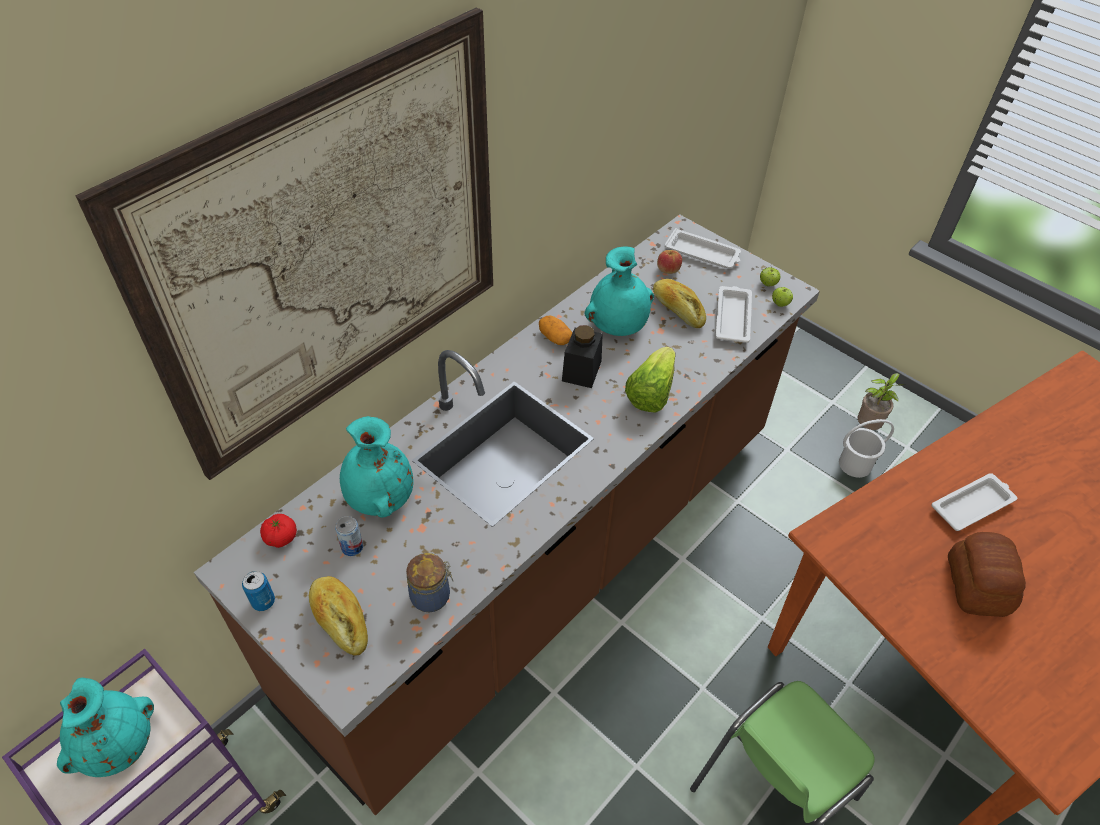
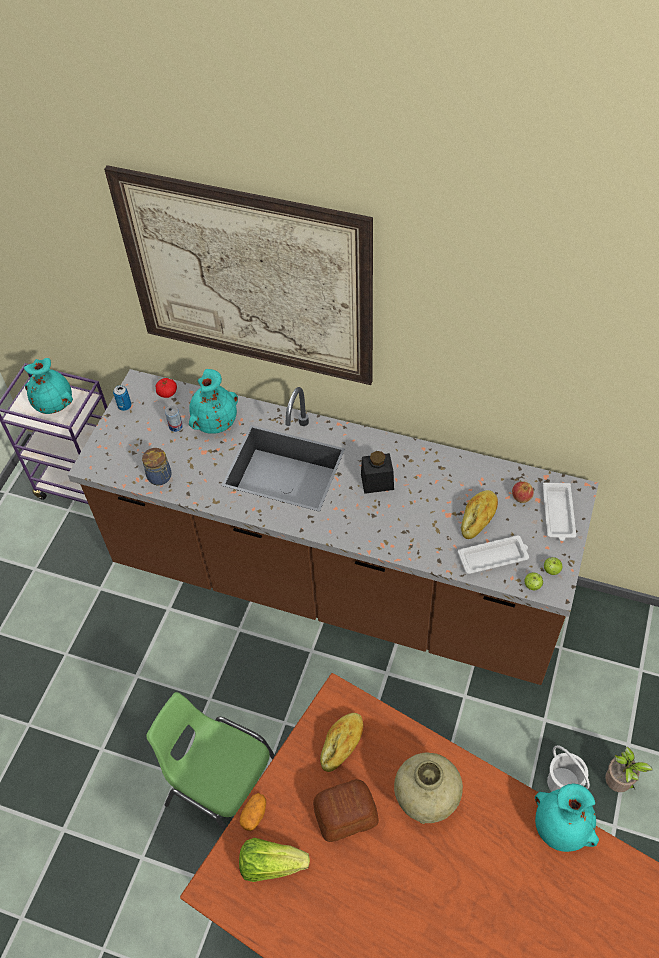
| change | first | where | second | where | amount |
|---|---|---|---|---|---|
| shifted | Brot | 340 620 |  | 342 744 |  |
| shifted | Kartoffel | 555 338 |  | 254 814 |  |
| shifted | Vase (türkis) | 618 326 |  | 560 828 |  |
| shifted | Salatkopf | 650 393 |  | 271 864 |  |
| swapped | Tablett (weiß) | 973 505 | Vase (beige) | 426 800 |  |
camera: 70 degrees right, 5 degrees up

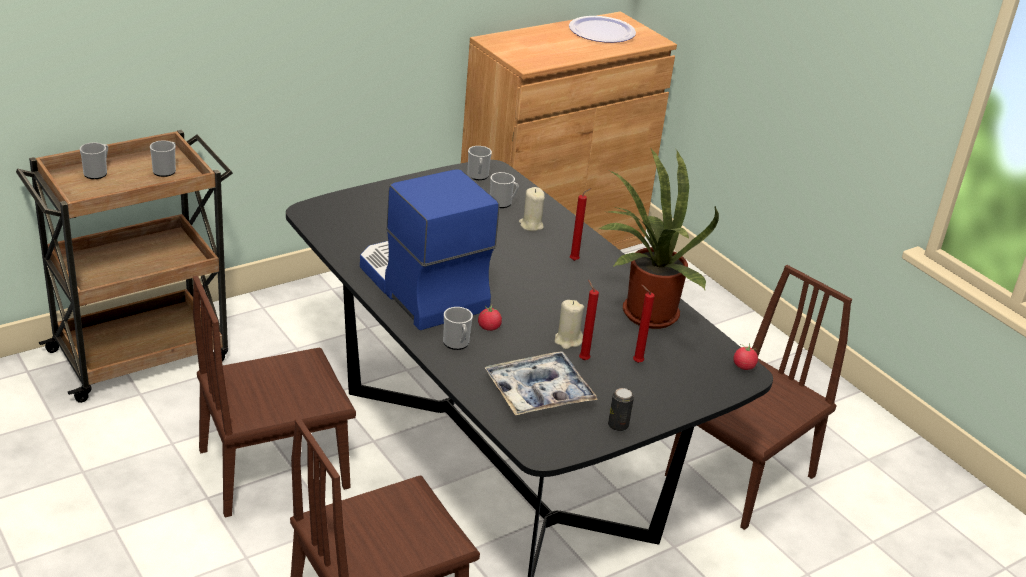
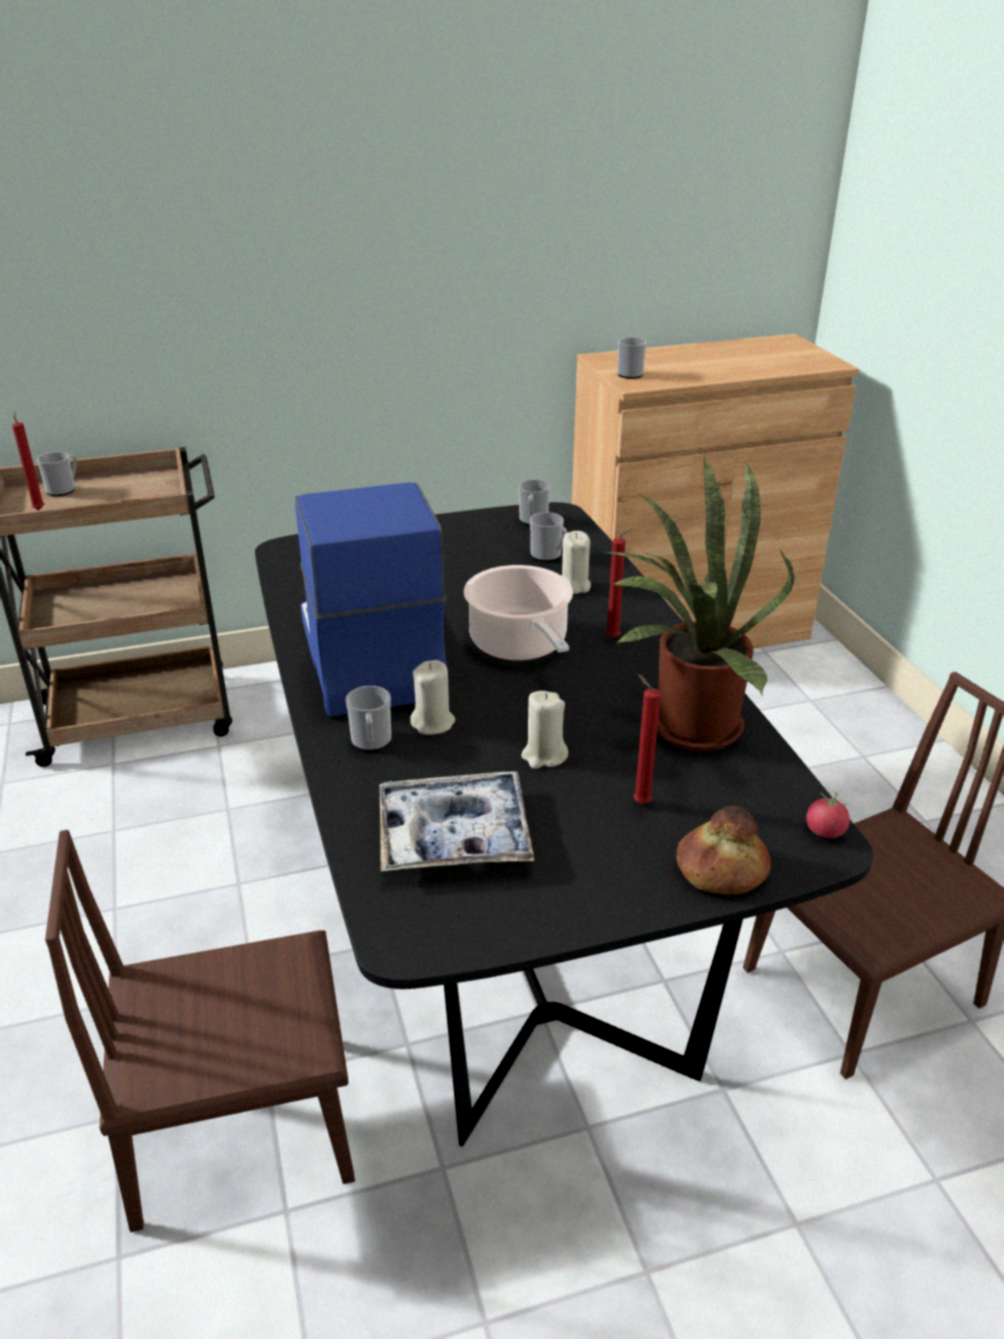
| change | first | where | second | where | amount |
|---|---|---|---|---|---|
| shifted | Henkelbecher | 166 170 |  | 632 373 |  |
| gone | Stuhl (braun) | 274 468 |  |  |  |
| swapped | Tomate | 489 327 | Kerze (beige) | 433 723 |  |
| gone | Teller | 602 31 |  |  |  |
| shifted | Kerze (rot) | 582 359 |  | 39 509 |  |
| gone | Dose | 618 425 |  |  |  |
| new |  |  | Kochtopf | 520 644 |  |
| new |  |  | Brot | 721 870 |  |
camera: 20 degrees right, 0 degrees up

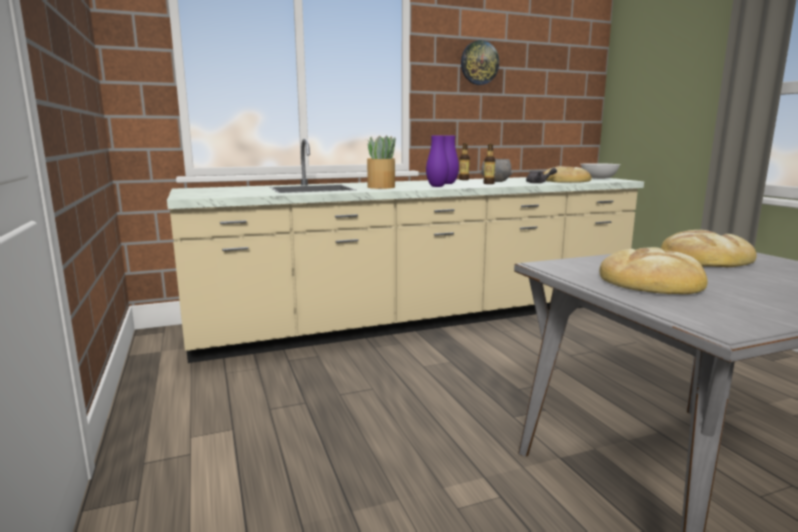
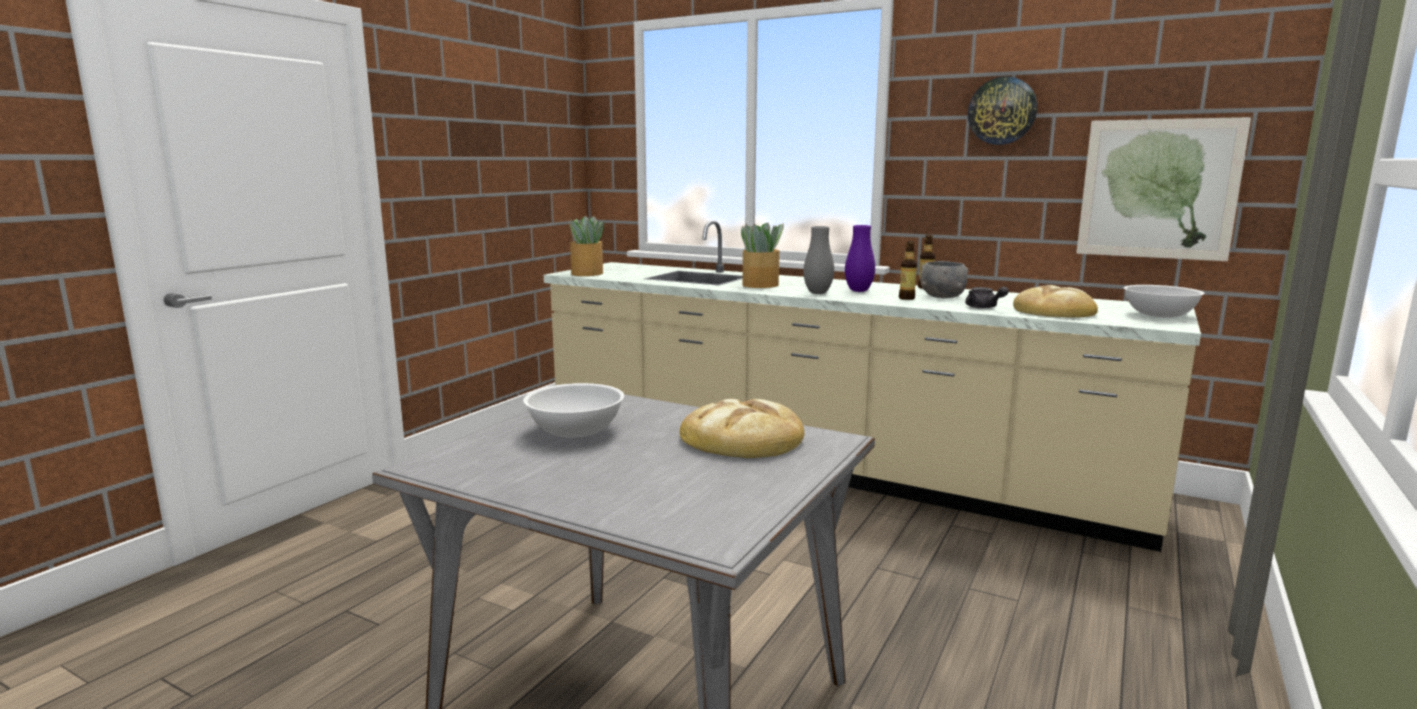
| change | first | where | second | where | amount |
|---|---|---|---|---|---|
| repainted | Vase (lila) | 437 186 | Vase (grau) | 818 293 |  |
| swapped | Brot | 652 281 | Schüssel (weiß) | 575 431 |  |
| new |  |  | Topfpflanze | 586 273 |  |
| new |  |  | Bild | 1158 189 |  |
camera: 50 degrees right, 0 degrees up

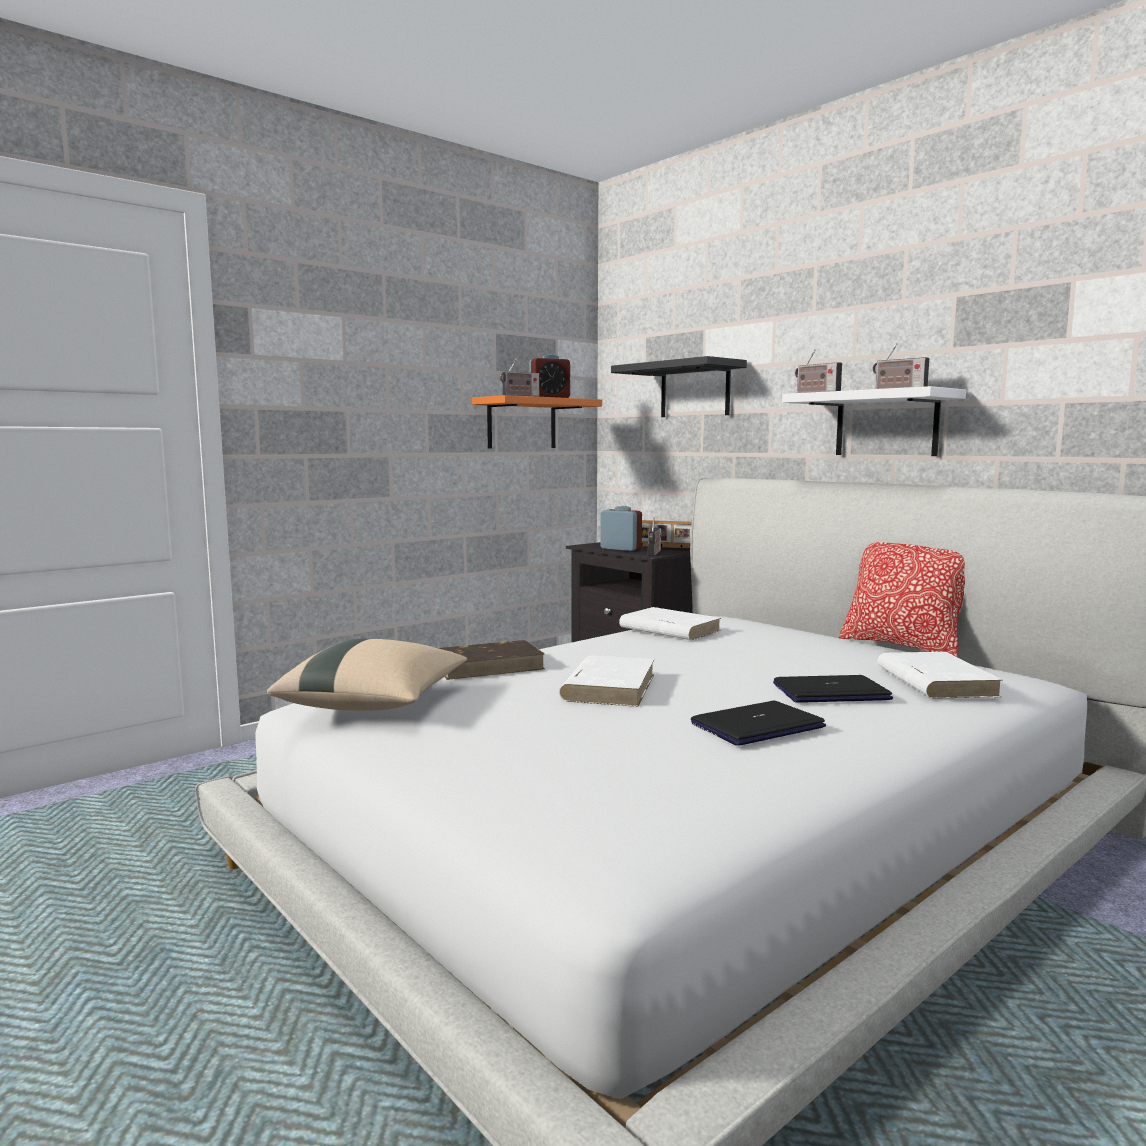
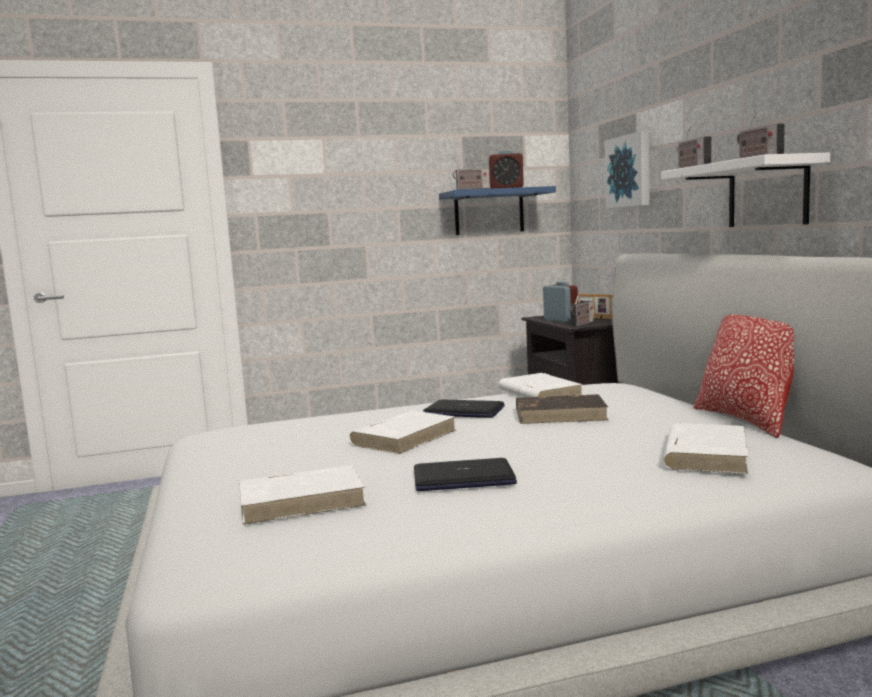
| change | first | where | second | where | amount |
|---|---|---|---|---|---|
| gone | Kissen (beige) | 375 704 |  |  |  |
| shifted | Buch (braun) | 488 665 |  | 561 414 |  |
| repainted | Wandregal (orange) | 521 423 | Wandregal (blau) | 489 212 |  |
| swapped | Wandregal (schwarz) | 695 390 | Bild | 630 171 |  |
| shifted | Laptop | 831 692 |  | 464 411 |  |
| new |  |  | Buch (weiß) | 302 500 |  |
camera: 25 degrees right, 0 degrees up

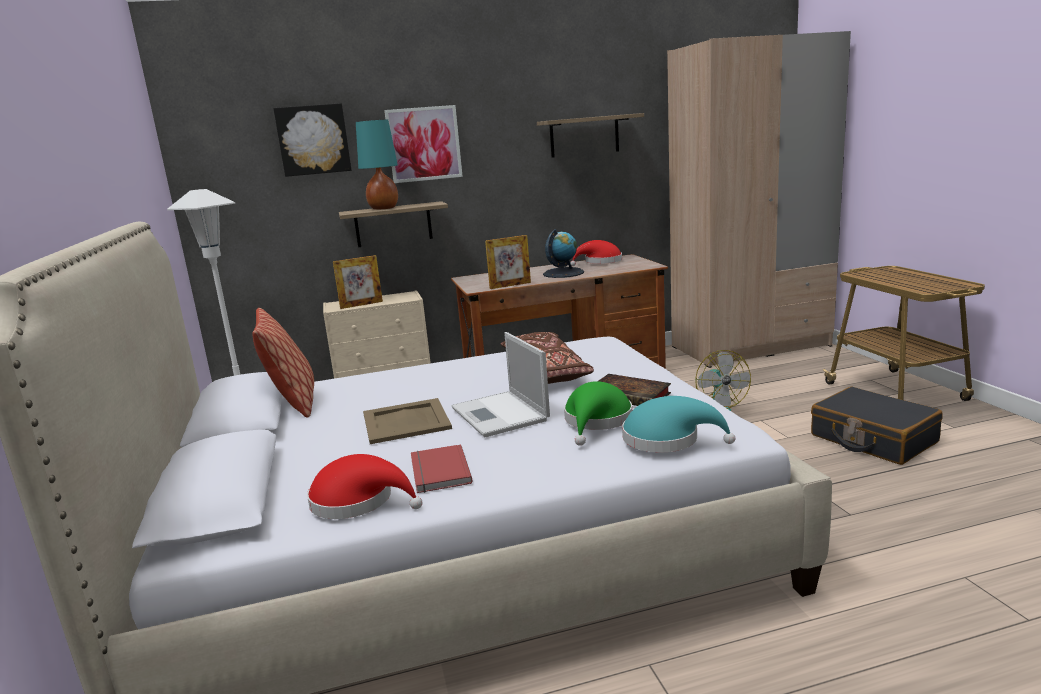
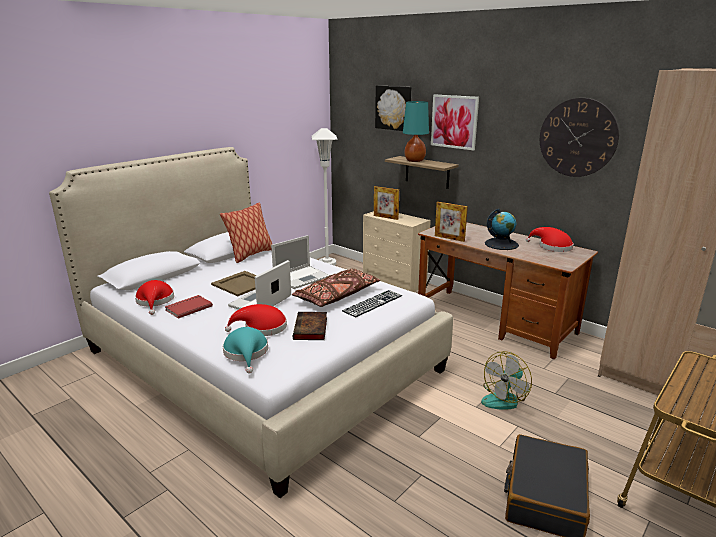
| change | first | where | second | where | amount |
|---|---|---|---|---|---|
| swapped | Wandregal | 584 136 | Wanduhr | 577 138 |  |
| repainted | Hut (grün) | 597 421 | Hut (rot) | 262 328 |  |
| new |  |  | Laptop | 302 277 |  |
| new |  |  | Tastatur | 372 303 |  |
camera: 55 degrees right, 5 degrees up

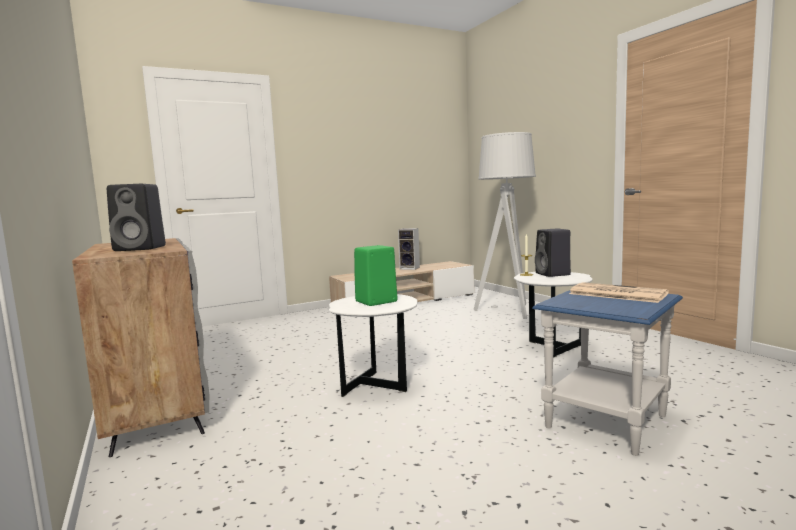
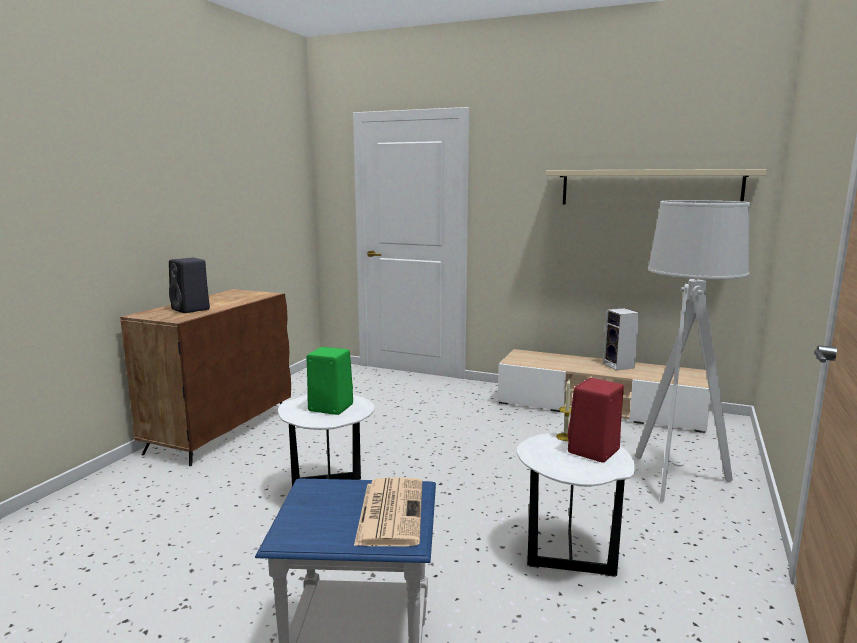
| change | first | where | second | where | amount |
|---|---|---|---|---|---|
| repainted | Schrank (grau) | 156 405 | Schrank (braun) | 221 430 |  |
| repainted | Lautsprecher (schwarz) | 553 274 | Lautsprecher (rot) | 593 452 |  |
| new |  |  | Wandregal (beige) | 649 188 |  |
camera: 50 degrees right, 5 degrees up

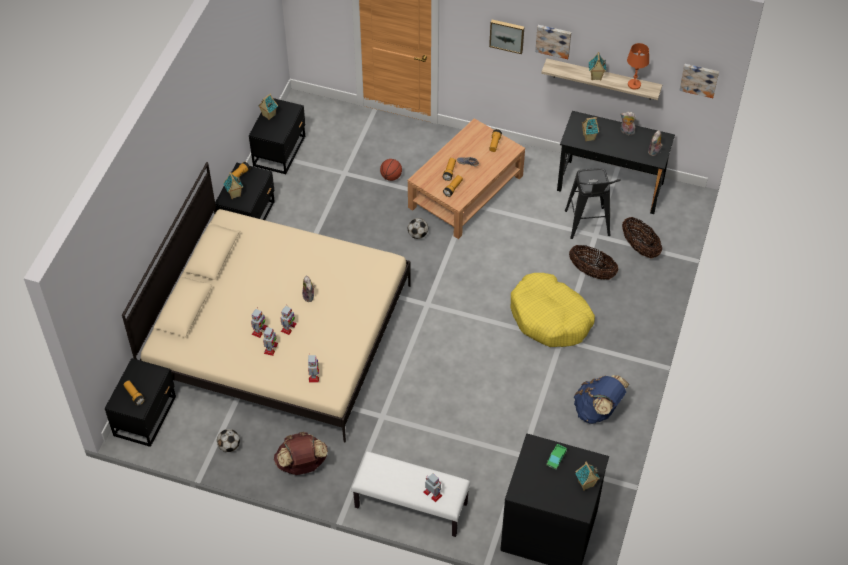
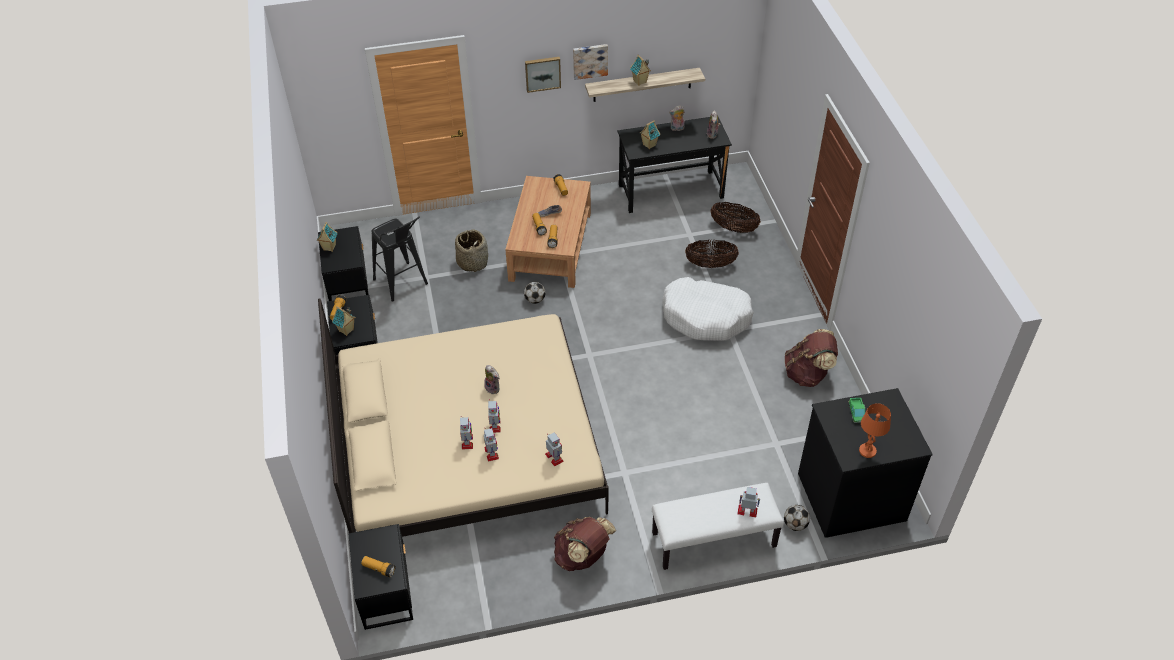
| change | first | where | second | where | amount |
|---|---|---|---|---|---|
| shifted | Fußball | 229 446 |  | 795 524 |  |
| swapped | Basketball | 391 177 | Korb | 472 262 |  |
| repainted | Hundebett (gelb) | 550 318 | Hundebett (weiß) | 706 317 |  |
| shifted | Hocker (schwarz) | 588 227 |  | 403 285 |  |
| repainted | Rucksack (blau) | 597 410 | Rucksack (braun) | 807 374 |  |
| gone | Spielzeughaus | 586 484 |  |  |  |
| shifted | Tischlampe (orange) | 634 84 |  | 867 451 |  |
| gone | Bild | 699 79 |  |  |  |
camera: 30 degrees left, 5 degrees down

